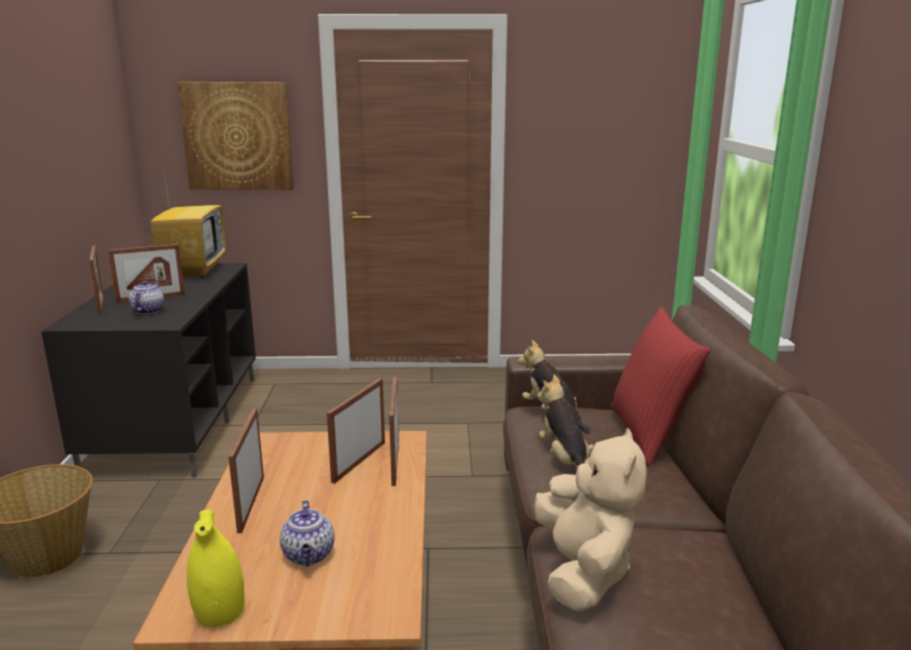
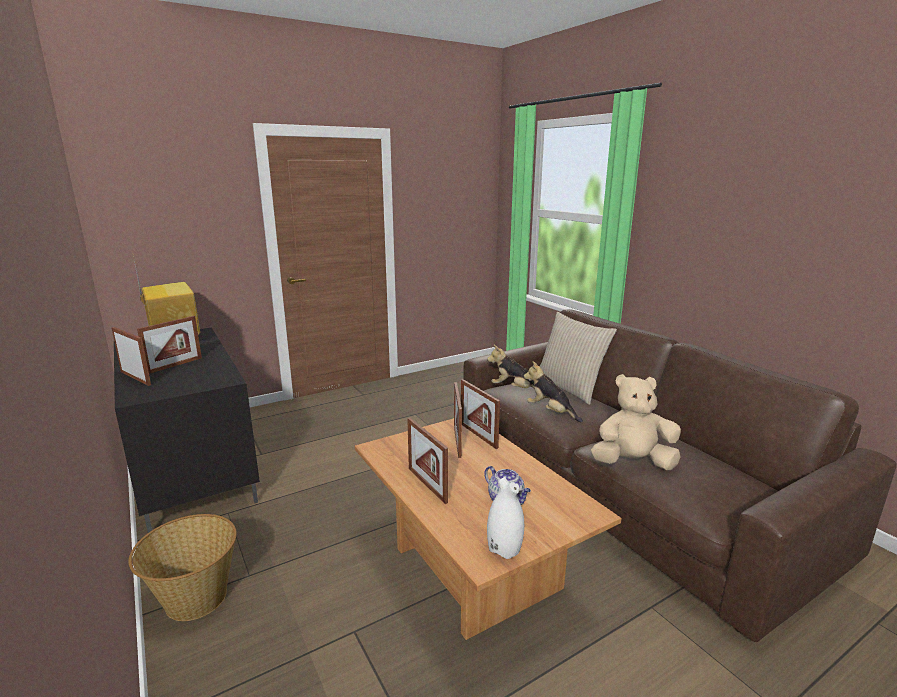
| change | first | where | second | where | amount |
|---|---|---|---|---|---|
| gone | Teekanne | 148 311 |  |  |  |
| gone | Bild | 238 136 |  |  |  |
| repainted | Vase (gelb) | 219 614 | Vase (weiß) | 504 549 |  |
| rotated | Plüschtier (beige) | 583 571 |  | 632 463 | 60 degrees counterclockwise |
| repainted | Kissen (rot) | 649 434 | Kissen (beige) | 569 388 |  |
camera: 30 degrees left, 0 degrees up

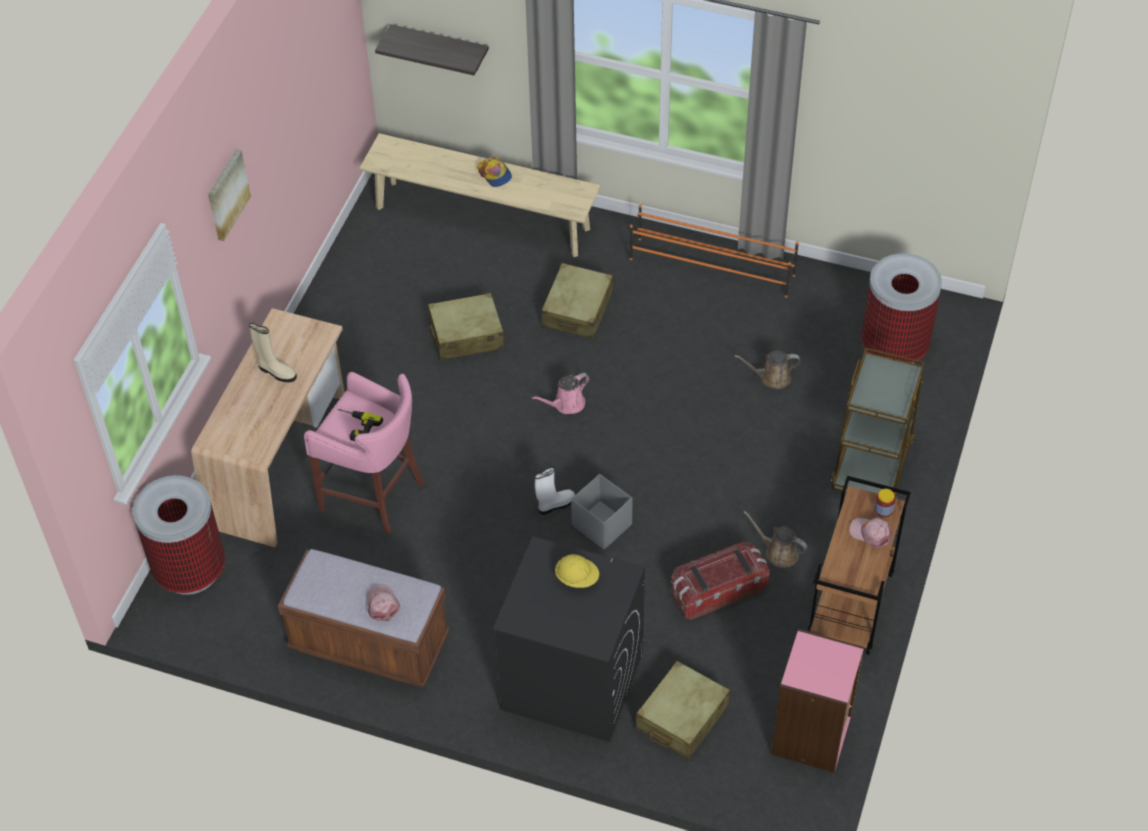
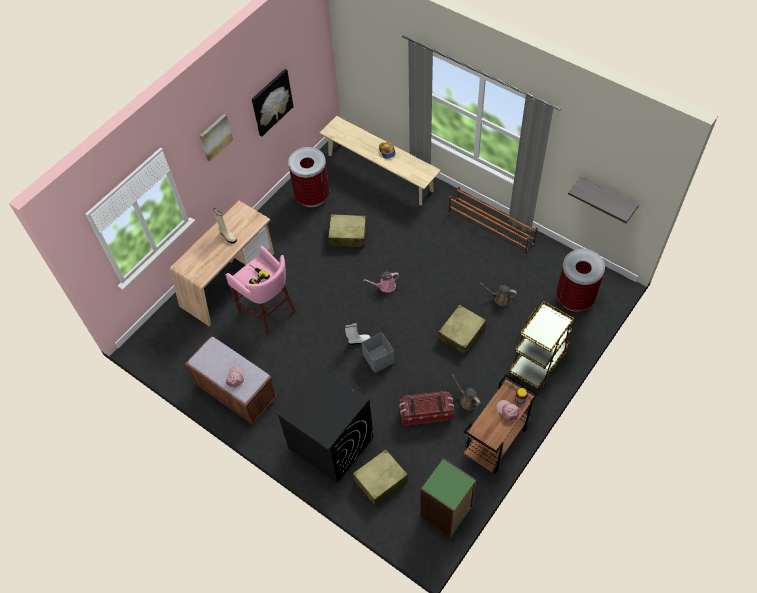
| change | first | where | second | where | amount |
|---|---|---|---|---|---|
| shifted | Mülleimer | 190 570 |  | 312 196 |  |
| shifted | Wandregal | 440 47 |  | 607 197 |  |
| shifted | Koffer (beige) | 578 309 |  | 462 333 |  |
| gone | Schutzhelm (gelb) | 577 578 |  |  |  |
| repainted | Bücherregal (rosa) | 812 735 | Bücherregal (grün) | 446 512 |  |
| new |  |  | Bild | 271 102 |  |
camera: 20 degrees right, 5 degrees up

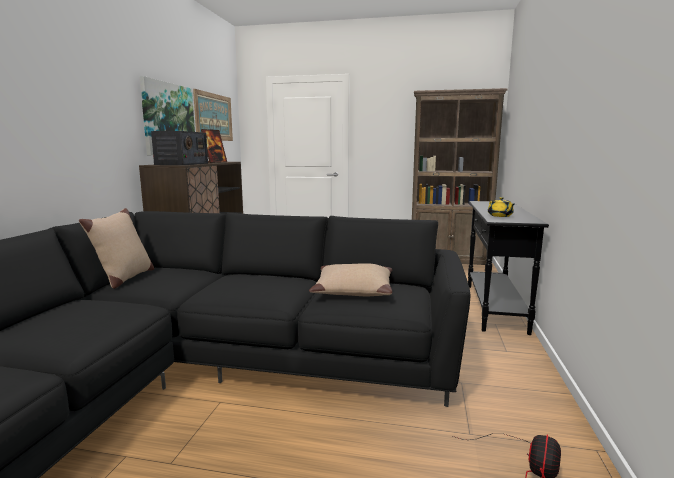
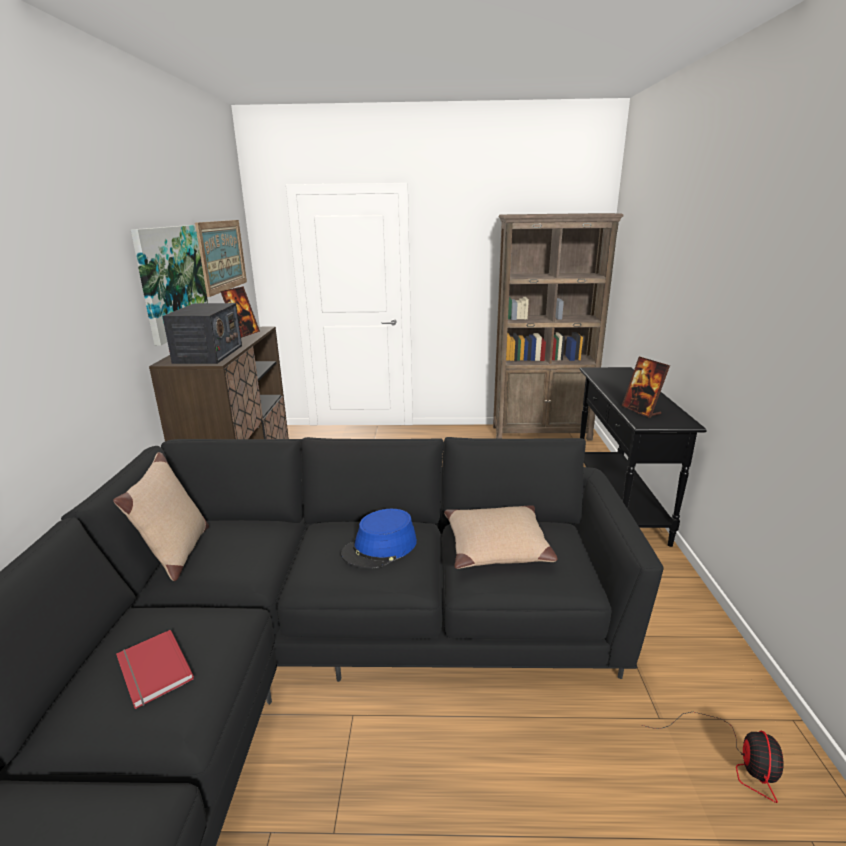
| change | first | where | second | where | amount |
|---|---|---|---|---|---|
| swapped | Teekanne (gelb) | 500 216 | Bilderrahmen | 641 410 |  |
| new |  |  | Buch (rot) | 152 671 |  |
| new |  |  | Hut (blau) | 380 548 |  |
camera: 10 degrees left, 10 degrees up

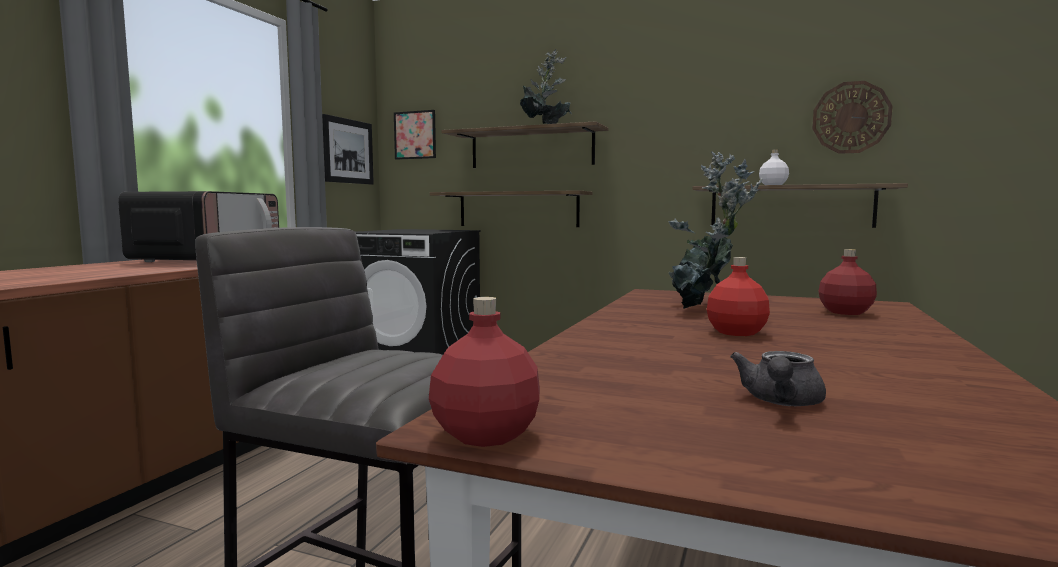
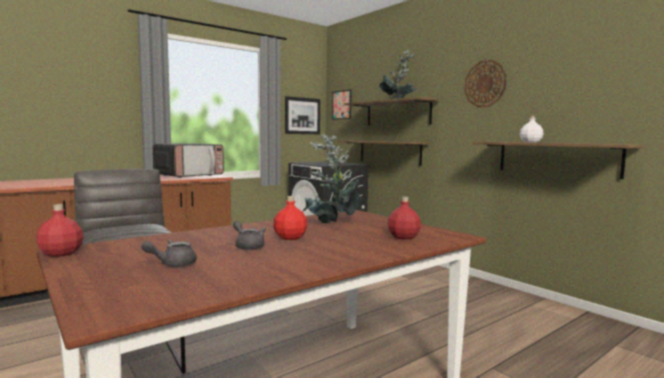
| change | first | where | second | where | amount |
|---|---|---|---|---|---|
| shifted | Wanduhr | 851 117 |  | 485 84 |  |
| new |  |  | Teekanne (grau) | 248 246 |  |
camera: 30 degrees right, 0 degrees up

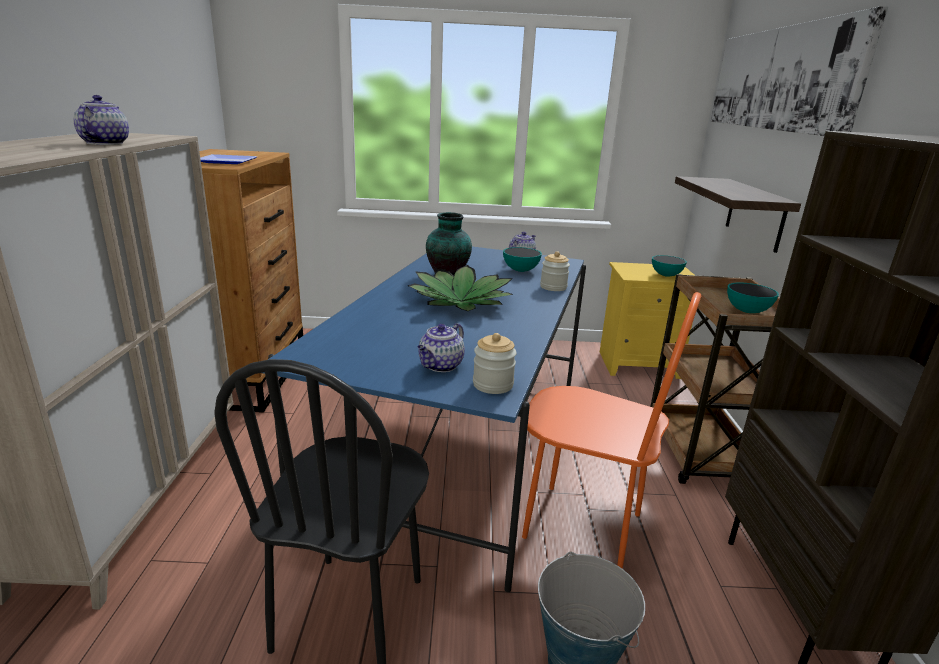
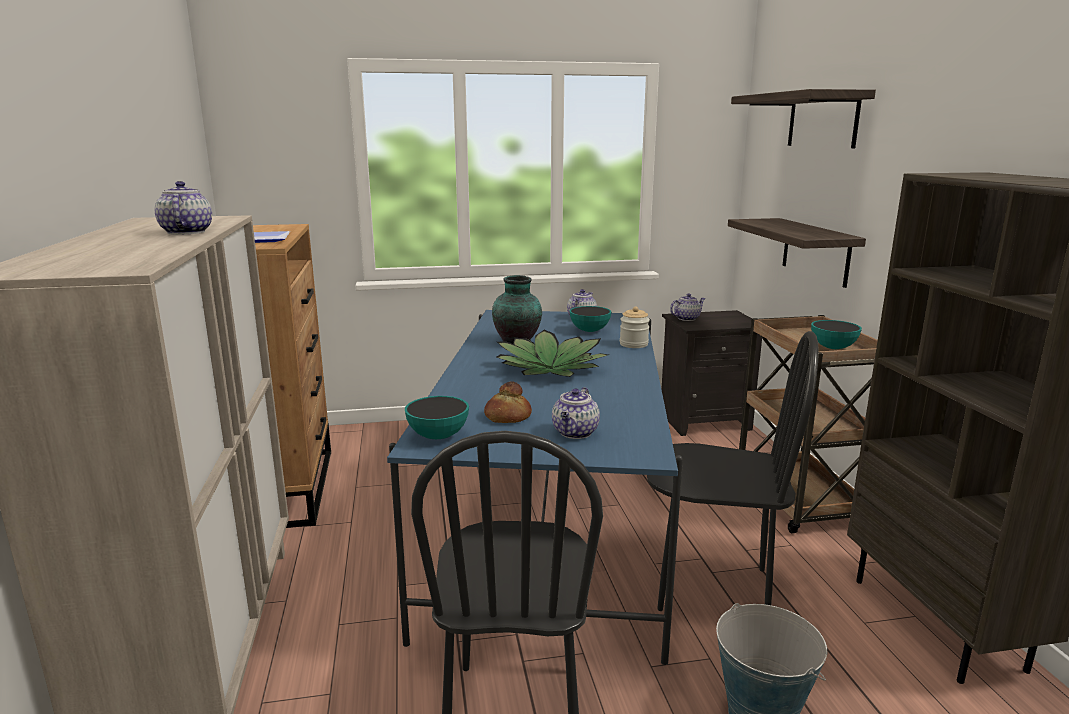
| change | first | where | second | where | amount |
|---|---|---|---|---|---|
| gone | Vorratsglas | 493 384 |  |  |  |
| repainted | Stuhl (orange) | 582 526 | Stuhl (schwarz) | 713 589 |  |
| repainted | Nachttisch (gelb) | 639 364 | Nachttisch (schwarz) | 705 420 |  |
| shifted | Schüssel | 666 275 |  | 438 436 |  |
| swapped | Bild | 779 79 | Wandregal | 822 120 |  |
| new |  |  | Brot | 507 417 |  |
| new |  |  | Teekanne | 687 318 |  |
camera: 10 degrees left, 5 degrees down

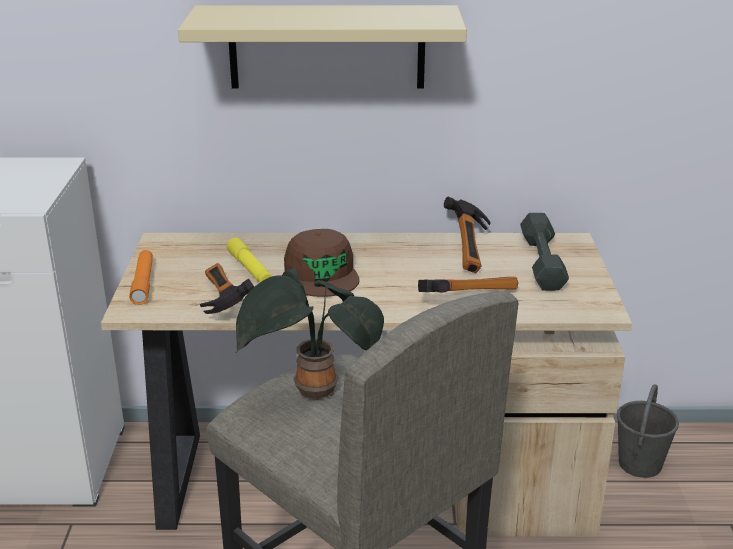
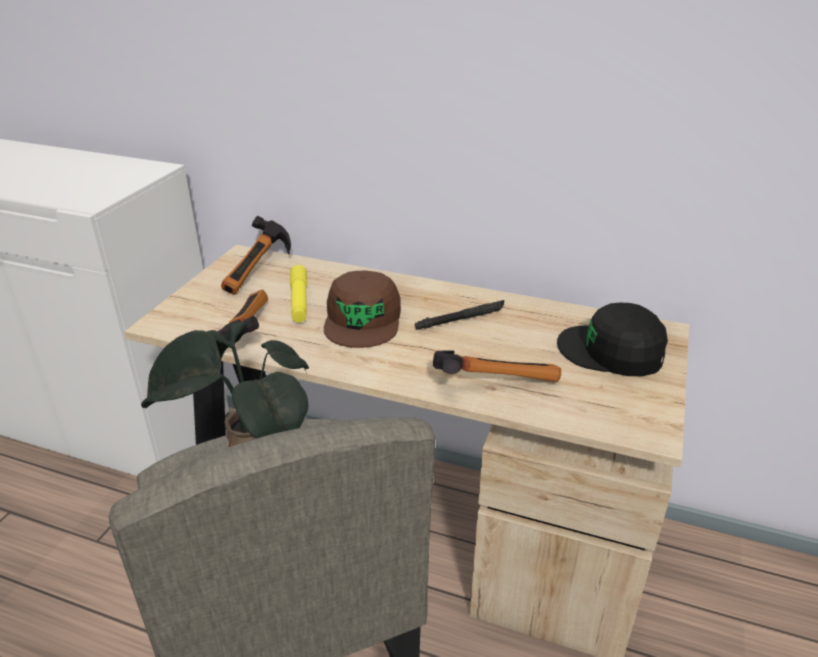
| change | first | where | second | where | amount |
|---|---|---|---|---|---|
| gone | Taschenlampe (orange) | 143 283 |  |  |  |
| gone | Wandregal (beige) | 327 47 |  |  |  |
| shifted | Hammer | 472 251 |  | 260 273 |  |
| swapped | Hantel (grau) | 542 262 | Kappe (schwarz) | 612 351 |  |
| gone | Eimer (grau) | 639 464 |  |  |  |
| new |  |  | Taschenlampe (schwarz) | 461 319 |  |
camera: 20 degrees right, 5 degrees up

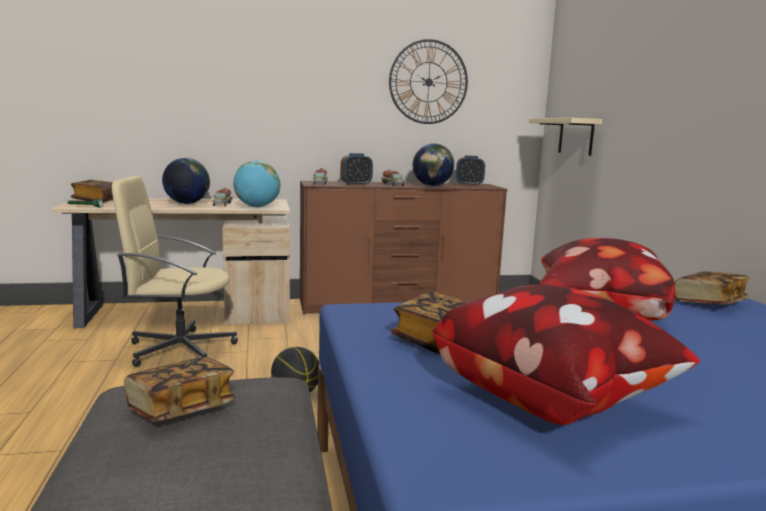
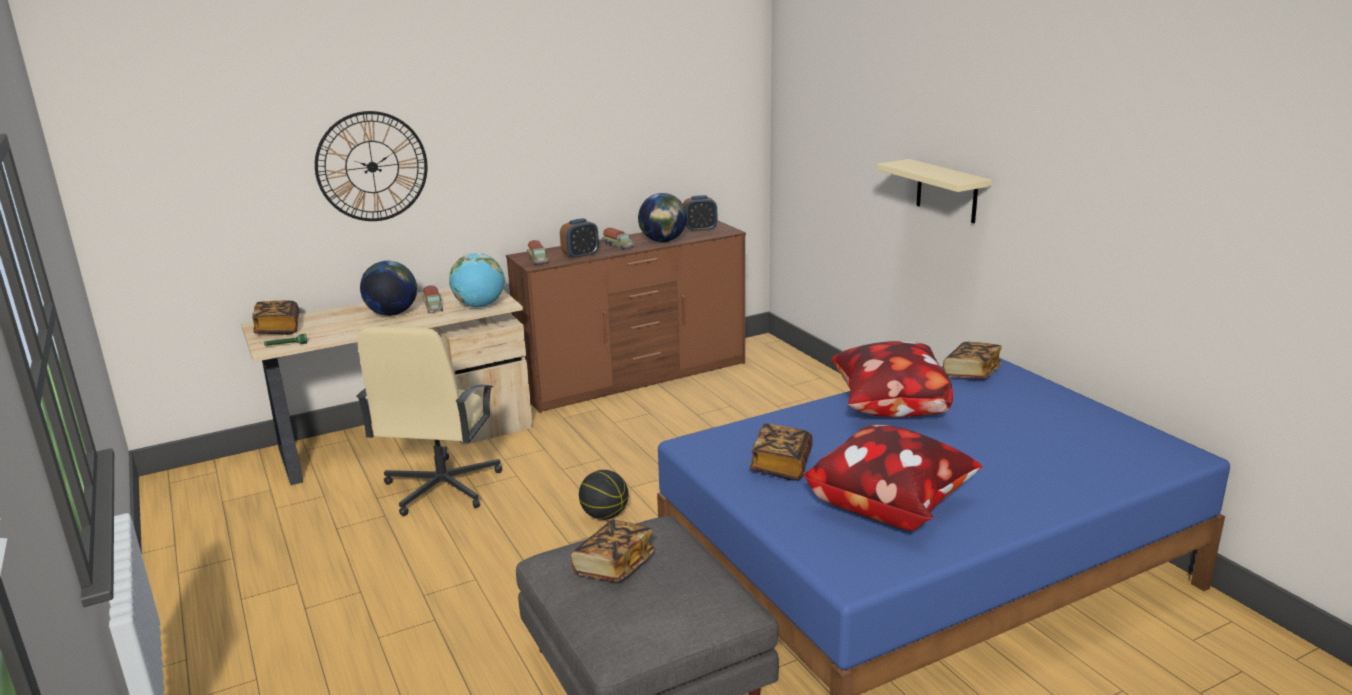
| change | first | where | second | where | amount |
|---|---|---|---|---|---|
| rotated | Bürostuhl (beige) | 179 349 |  | 441 488 | 60 degrees counterclockwise |
| shifted | Wanduhr | 428 82 |  | 372 167 |  |
| shifted | Wandregal (beige) | 576 136 |  | 947 191 |  |
camera: 15 degrees left, 10 degrees up

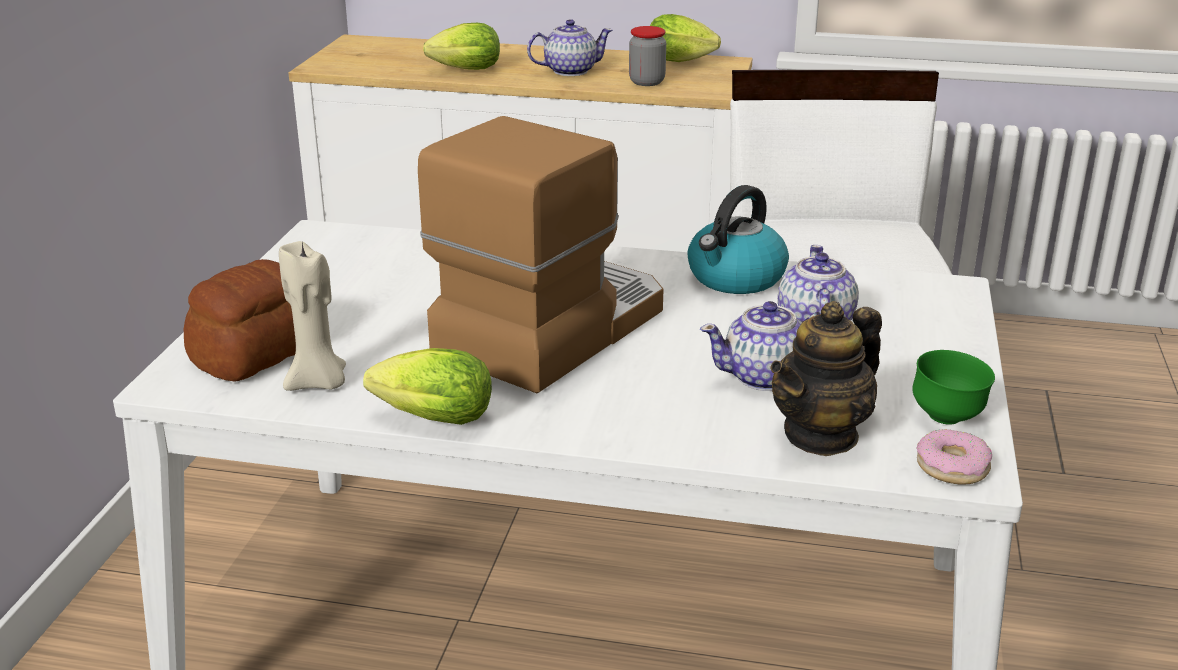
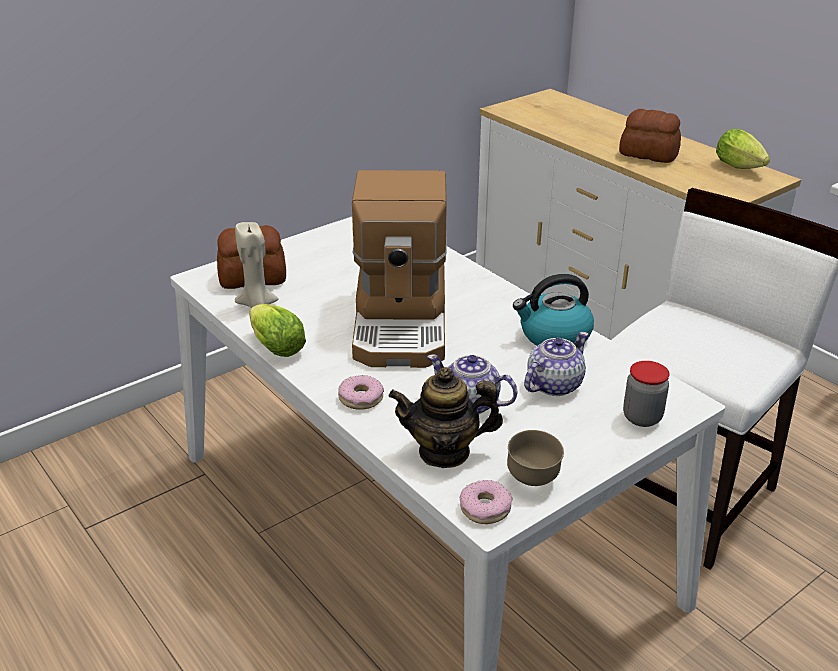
| change | first | where | second | where | amount |
|---|---|---|---|---|---|
| rotated | Kaffeemaschine | 550 329 |  | 403 323 | 105 degrees clockwise |
| gone | Salatkopf | 462 70 |  |  |  |
| swapped | Teekanne | 569 71 | Brot | 648 154 |  |
| shifted | Vorratsglas | 647 82 |  | 642 417 |  |
| repainted | Schüssel (grün) | 947 418 | Schüssel (braun) | 532 480 |  |
| new |  |  | Donut | 361 398 |  |
camera: 40 degrees right, 5 degrees up

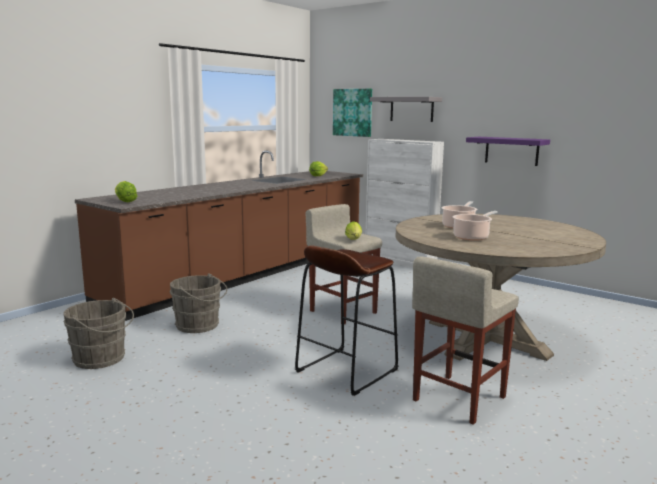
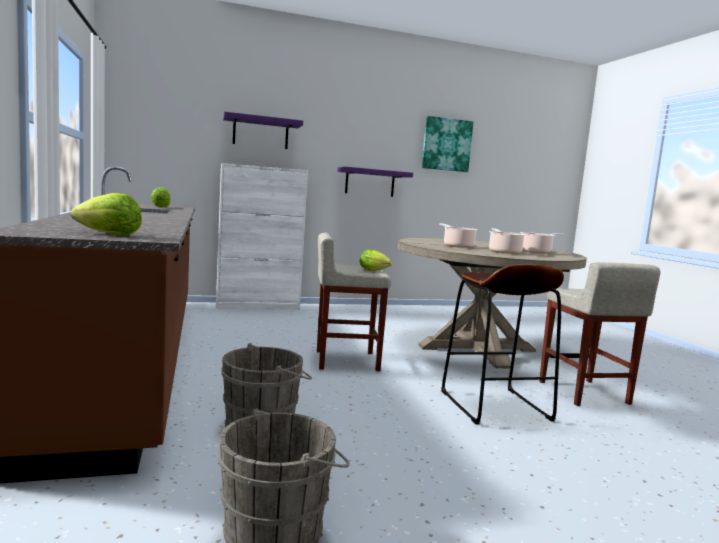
| change | first | where | second | where | amount |
|---|---|---|---|---|---|
| shifted | Bild | 353 112 |  | 446 144 |  |
| repainted | Wandregal (grau) | 411 109 | Wandregal (lila) | 260 133 |  |
| new |  |  | Kochtopf | 536 252 |  |
camera: 55 degrees left, 5 degrees down

